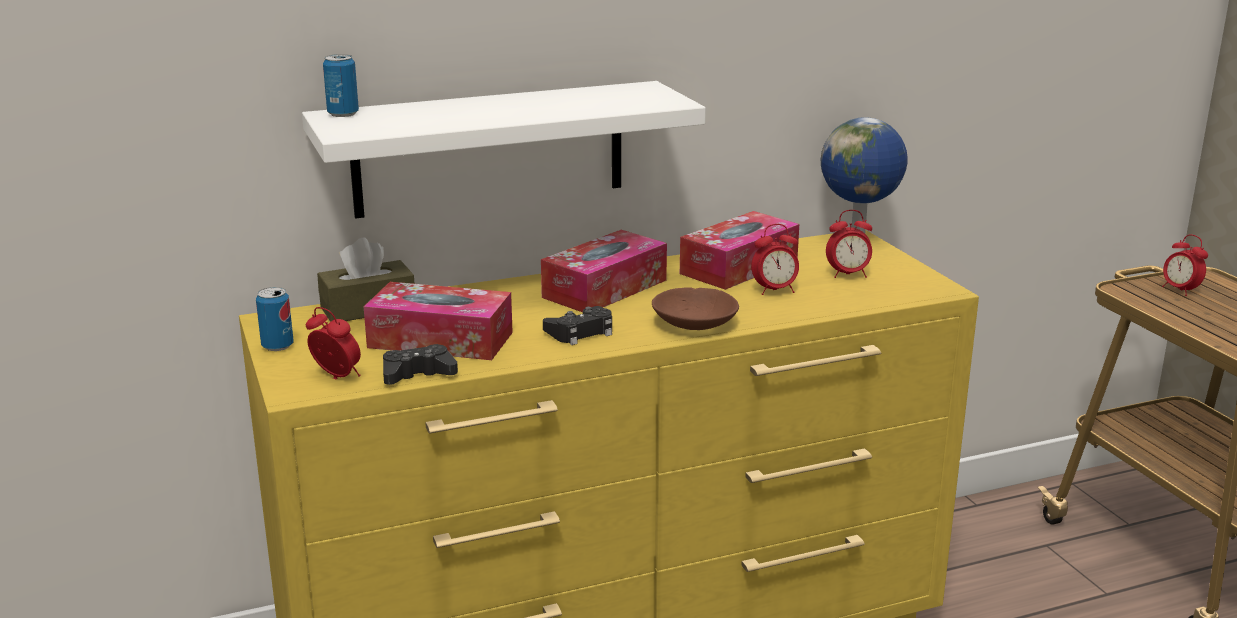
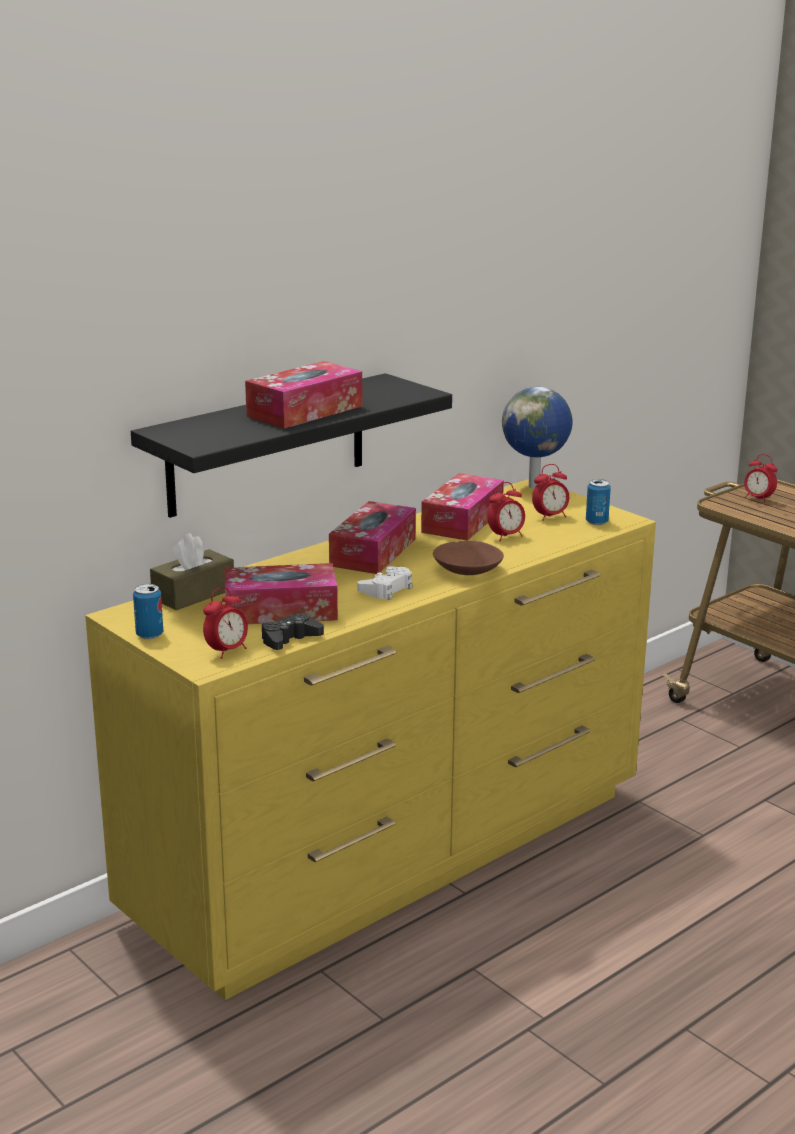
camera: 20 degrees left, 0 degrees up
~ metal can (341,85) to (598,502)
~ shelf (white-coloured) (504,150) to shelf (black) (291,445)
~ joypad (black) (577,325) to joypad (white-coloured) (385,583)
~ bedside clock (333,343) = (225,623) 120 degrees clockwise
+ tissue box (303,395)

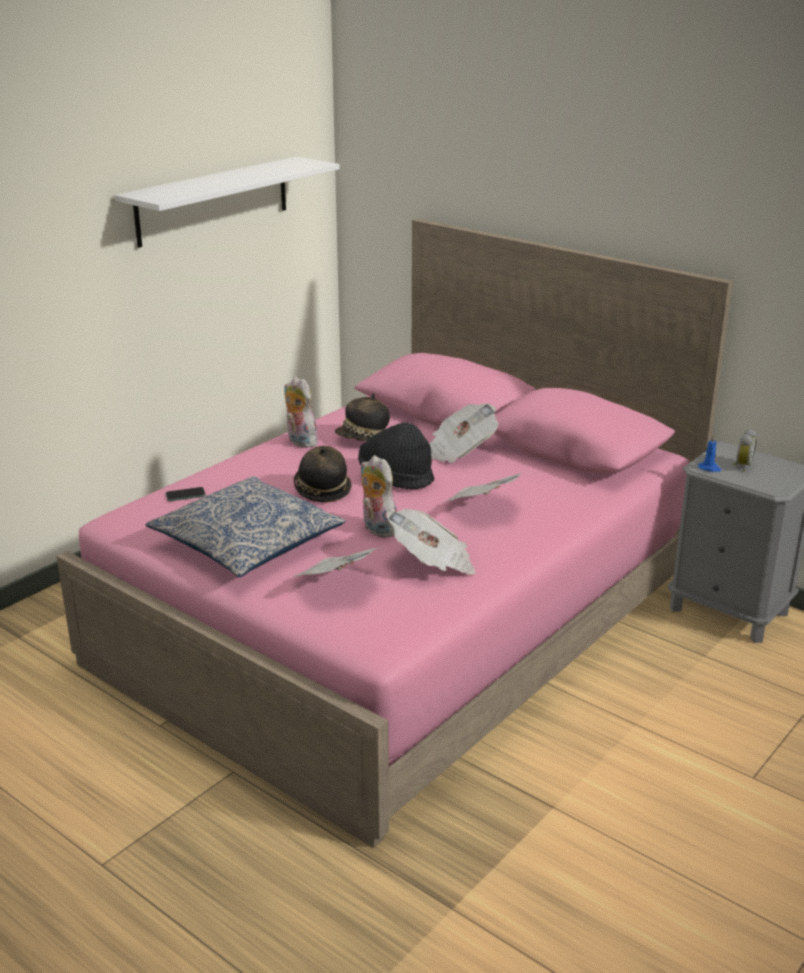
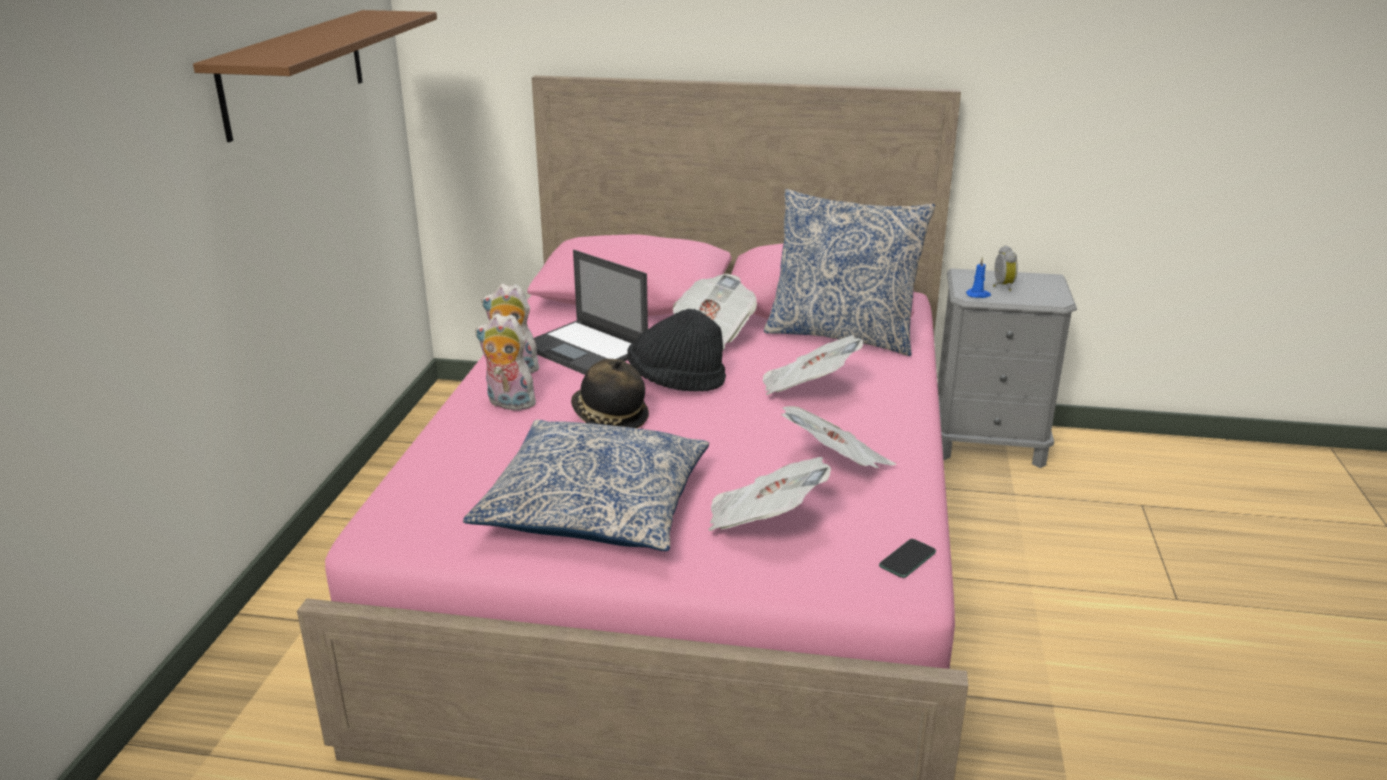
camera: 30 degrees left, 0 degrees up
~ shelf (white-coloured) (227,202) to shelf (brown-coloured) (315,76)
~ hat (362,417) to portable computer (591,312)
~ soft toy (379,496) to (505,362)
~ telephone (186,494) to (907,558)
+ throw pillow (849,272)

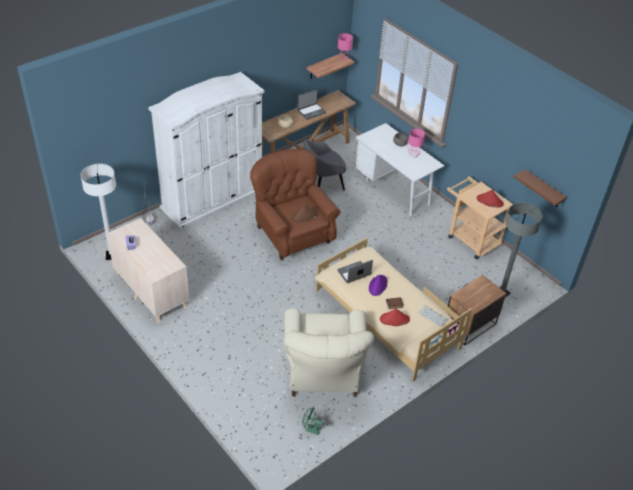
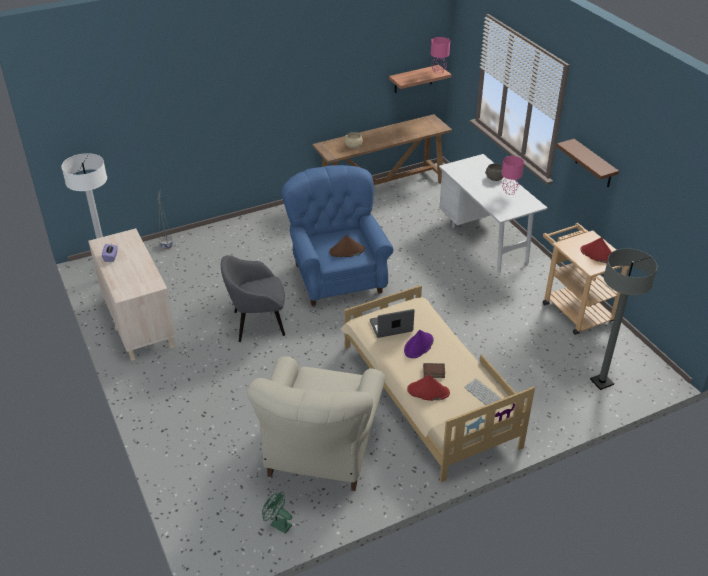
camera: 15 degrees right, 5 degrees down
- clothes cupboard (white-coloured) (206,150)
- portable computer (311,104)
~ lounge chair (gray) (325,164) to (253,298)
~ lounge chair (brown-coloured) (295,204) to lounge chair (blue-coloured) (338,235)
~ shelf (brown-coloured) (540,188) to (587,163)
- night table (476,310)

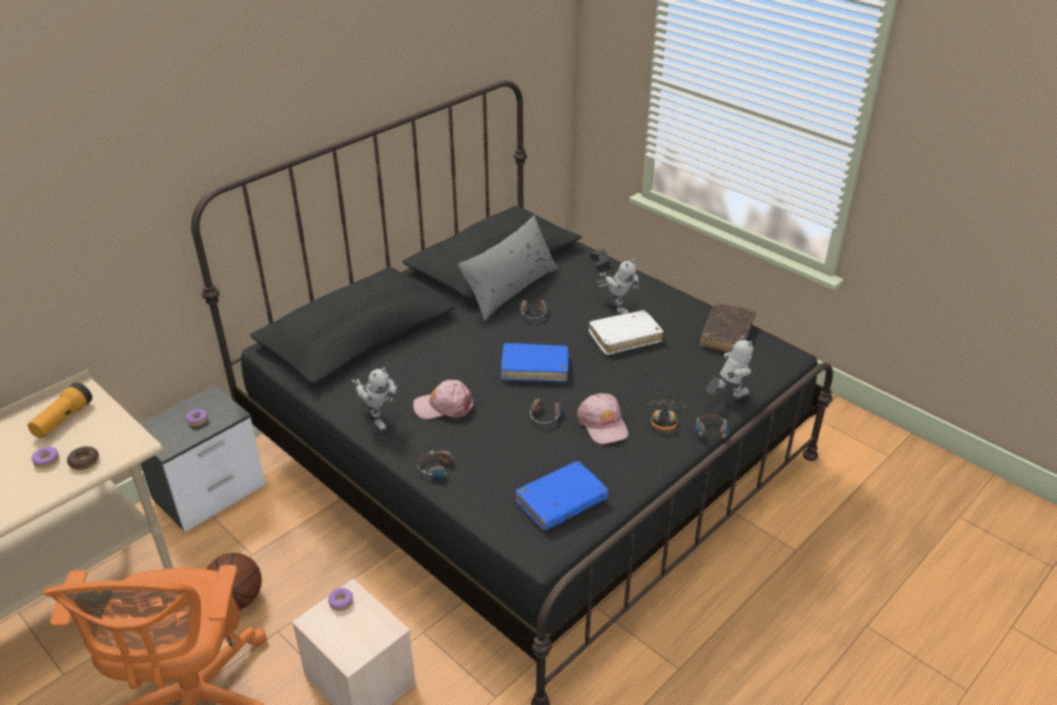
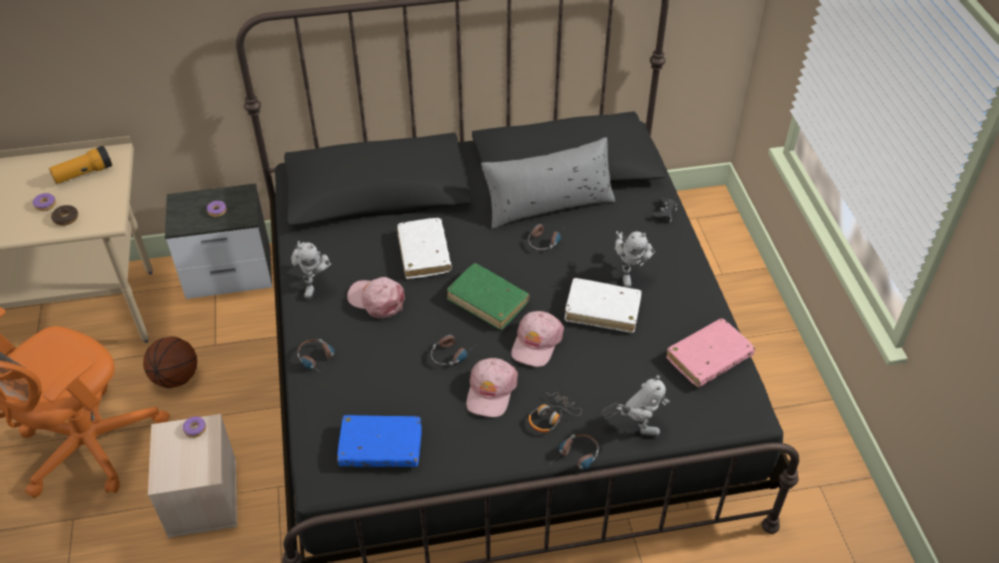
camera: 35 degrees right, 10 degrees up
~ volume (brown-coloured) (728,327) to volume (pink-coloured) (710,352)
~ volume (blue-coloured) (534,362) to volume (green) (488,296)
+ volume (white-coloured) (424,248)
+ peaked cap (pink-coloured) (537,339)

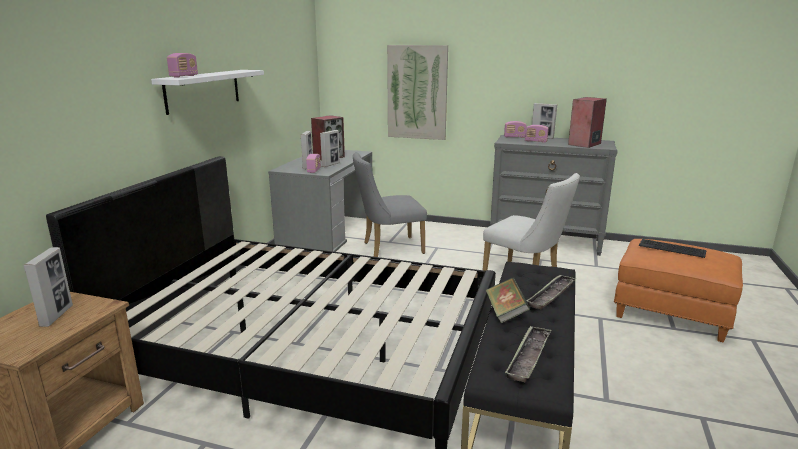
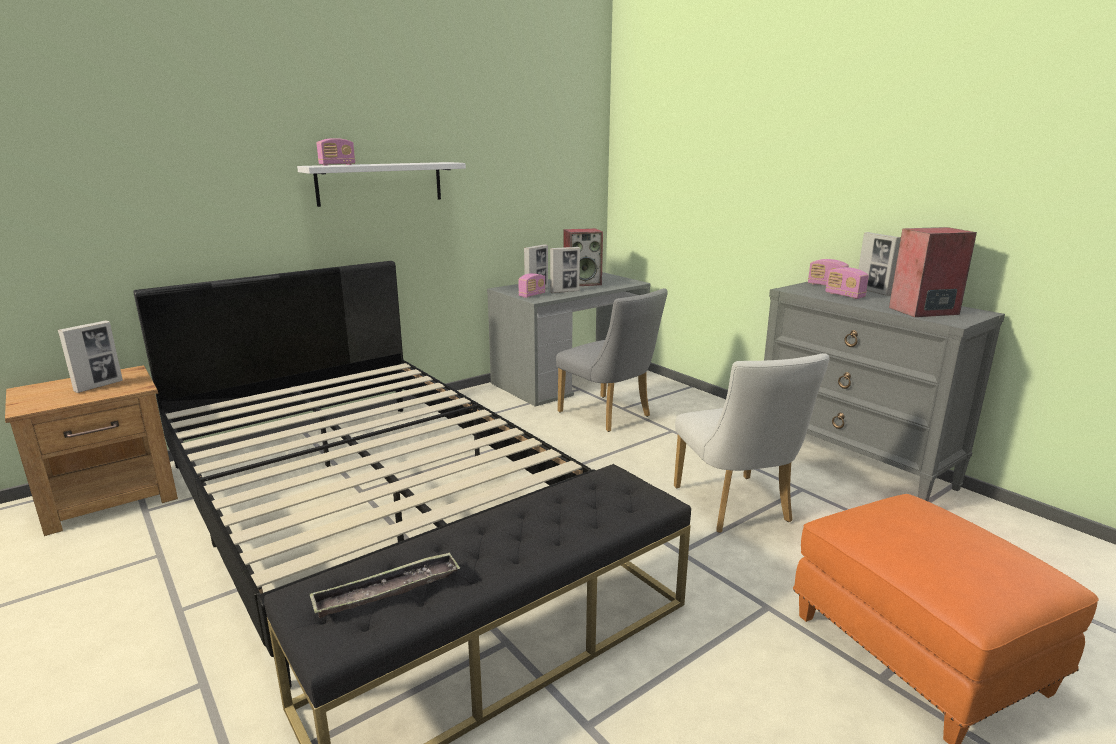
camera: 35 degrees right, 0 degrees up
- wall picture (417,92)
~ upright chair (gray) (390,204) = (612,360) 150 degrees counterclockwise
- PC keyboard (672,248)
- serving tray (551,292)
- volume (508,300)

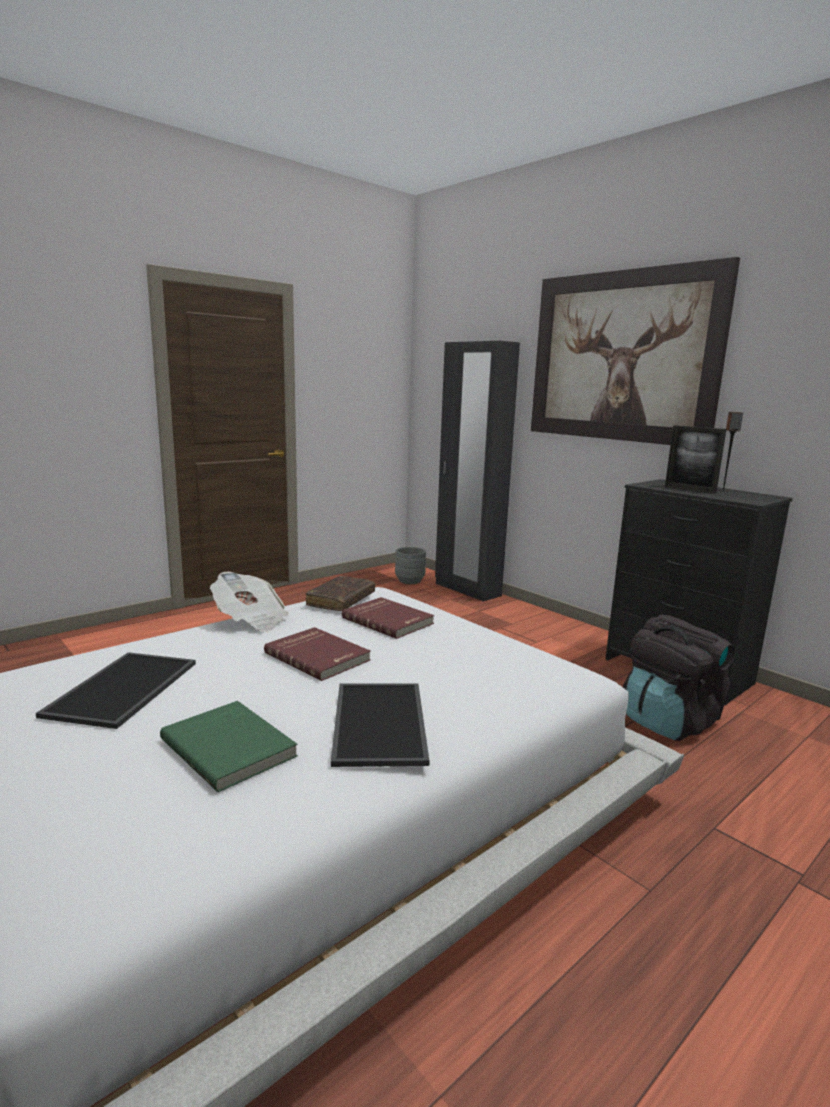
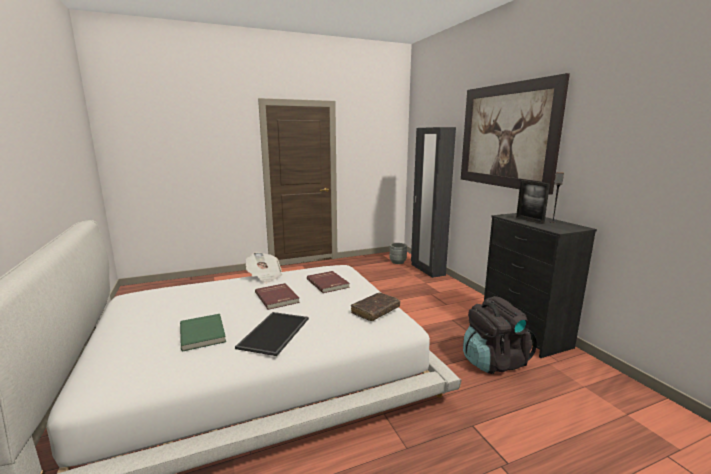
camera: 20 degrees right, 0 degrees up
~ volume (brown-coloured) (340,593) to (375,306)
- serving tray (116,690)

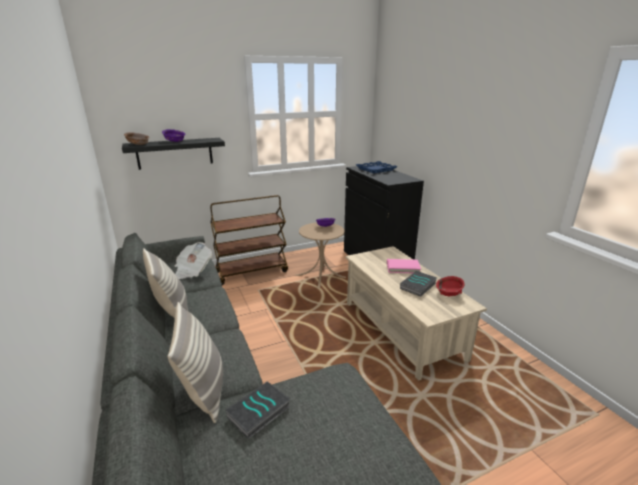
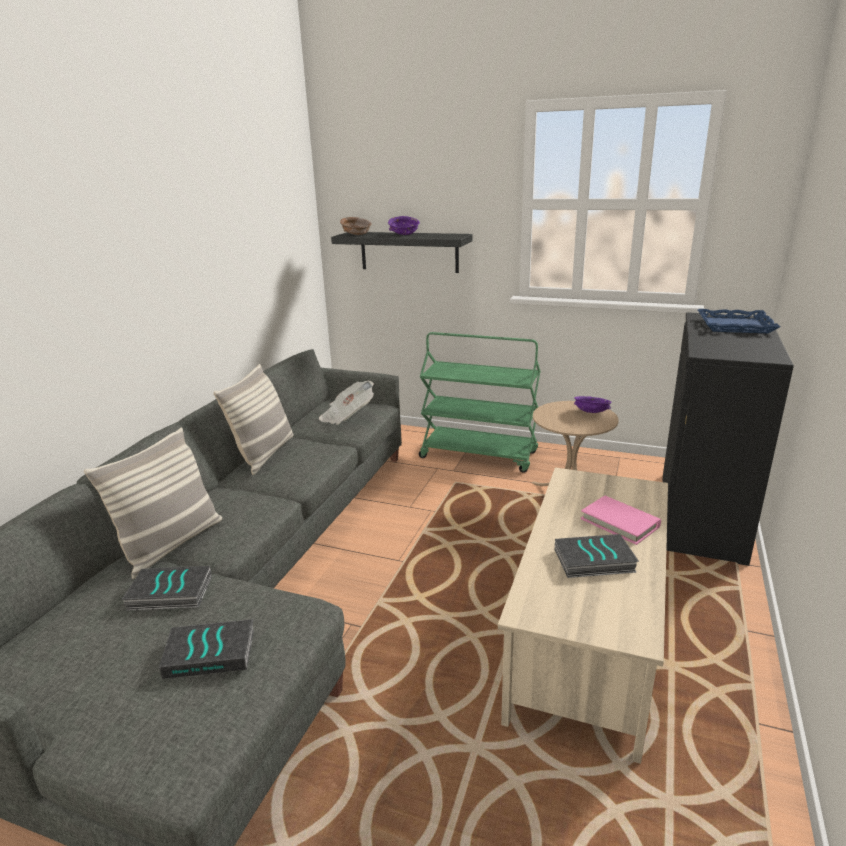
camera: 45 degrees right, 0 degrees up
~ wheeled cart (brown-coloured) (249,240) to wheeled cart (green) (479,402)
- deep dish (red-coloured) (450,286)
+ volume (206,649)

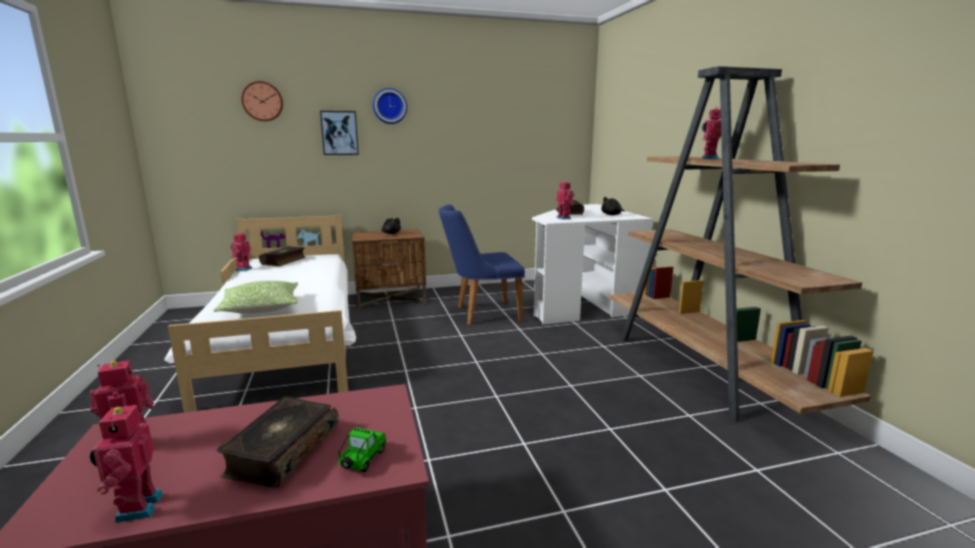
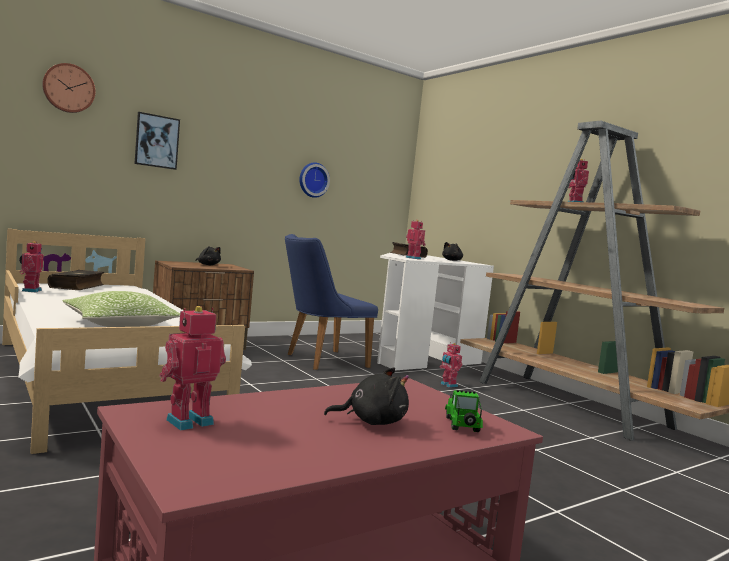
camera: 20 degrees left, 10 degrees down
~ hanging clock (390,106) to (314,180)
~ volume (277,442) to soft toy (black) (366,396)
~ robot figure (126,462) to (451,365)

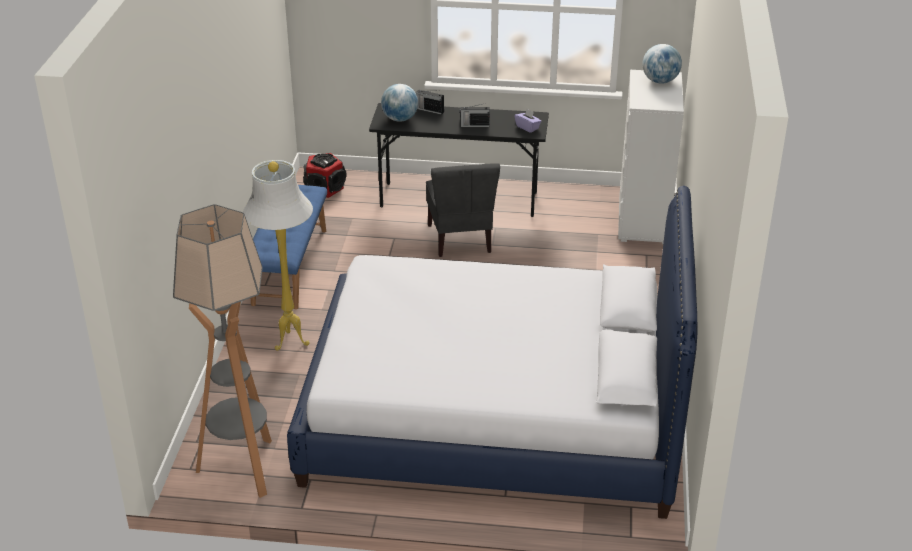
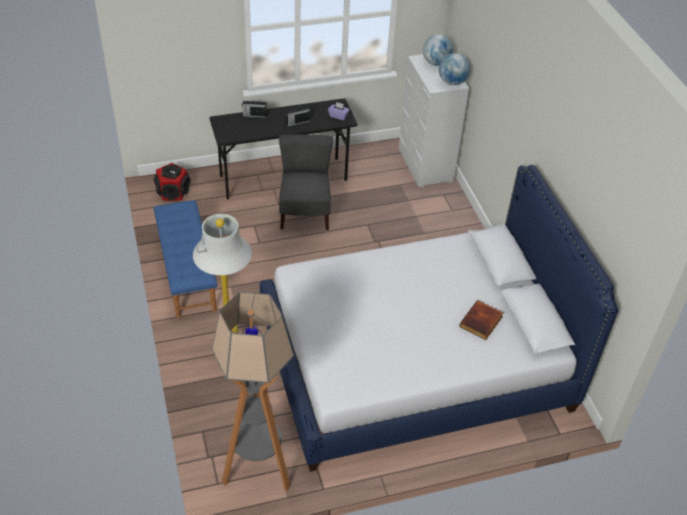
camera: 25 degrees left, 10 degrees up
~ globe (399,103) to (454,69)
~ upright chair (gray) (463,210) = (306,182) 150 degrees counterclockwise
+ volume (481,320)

